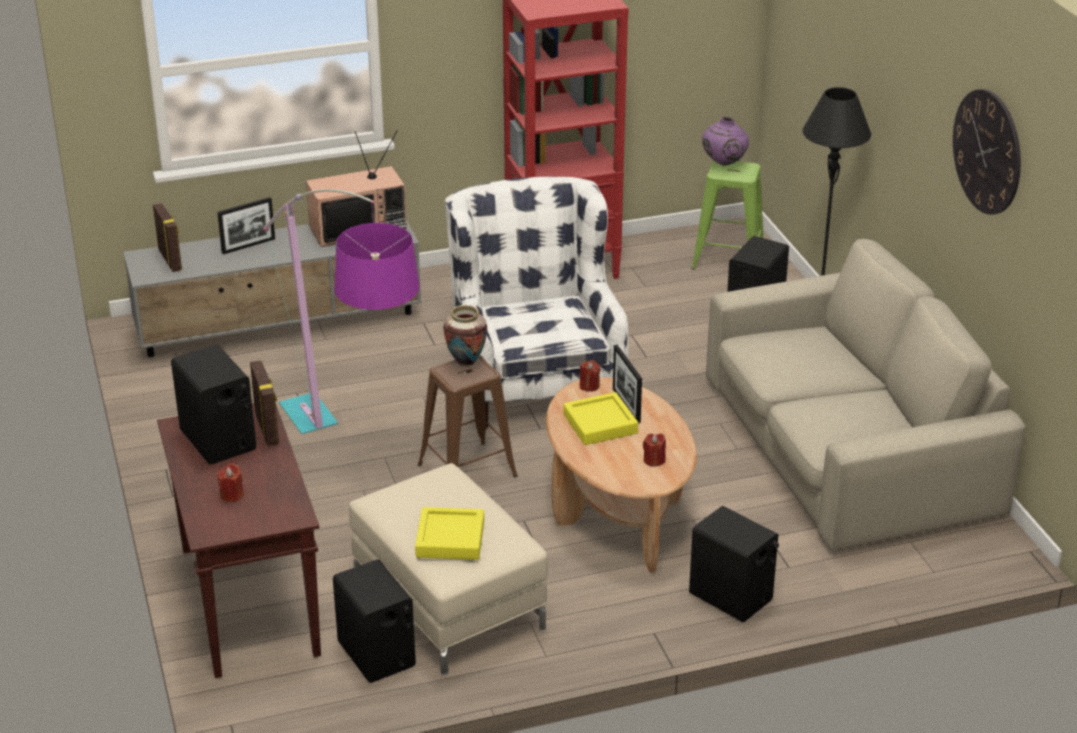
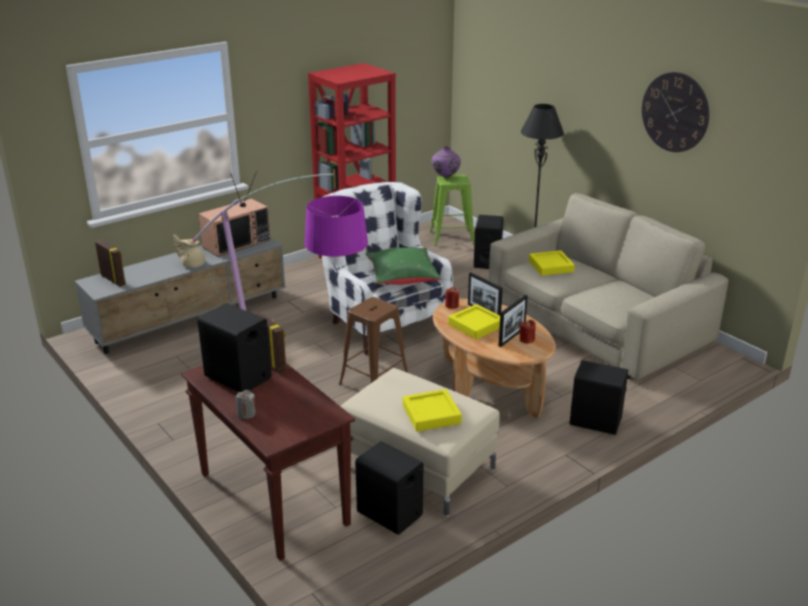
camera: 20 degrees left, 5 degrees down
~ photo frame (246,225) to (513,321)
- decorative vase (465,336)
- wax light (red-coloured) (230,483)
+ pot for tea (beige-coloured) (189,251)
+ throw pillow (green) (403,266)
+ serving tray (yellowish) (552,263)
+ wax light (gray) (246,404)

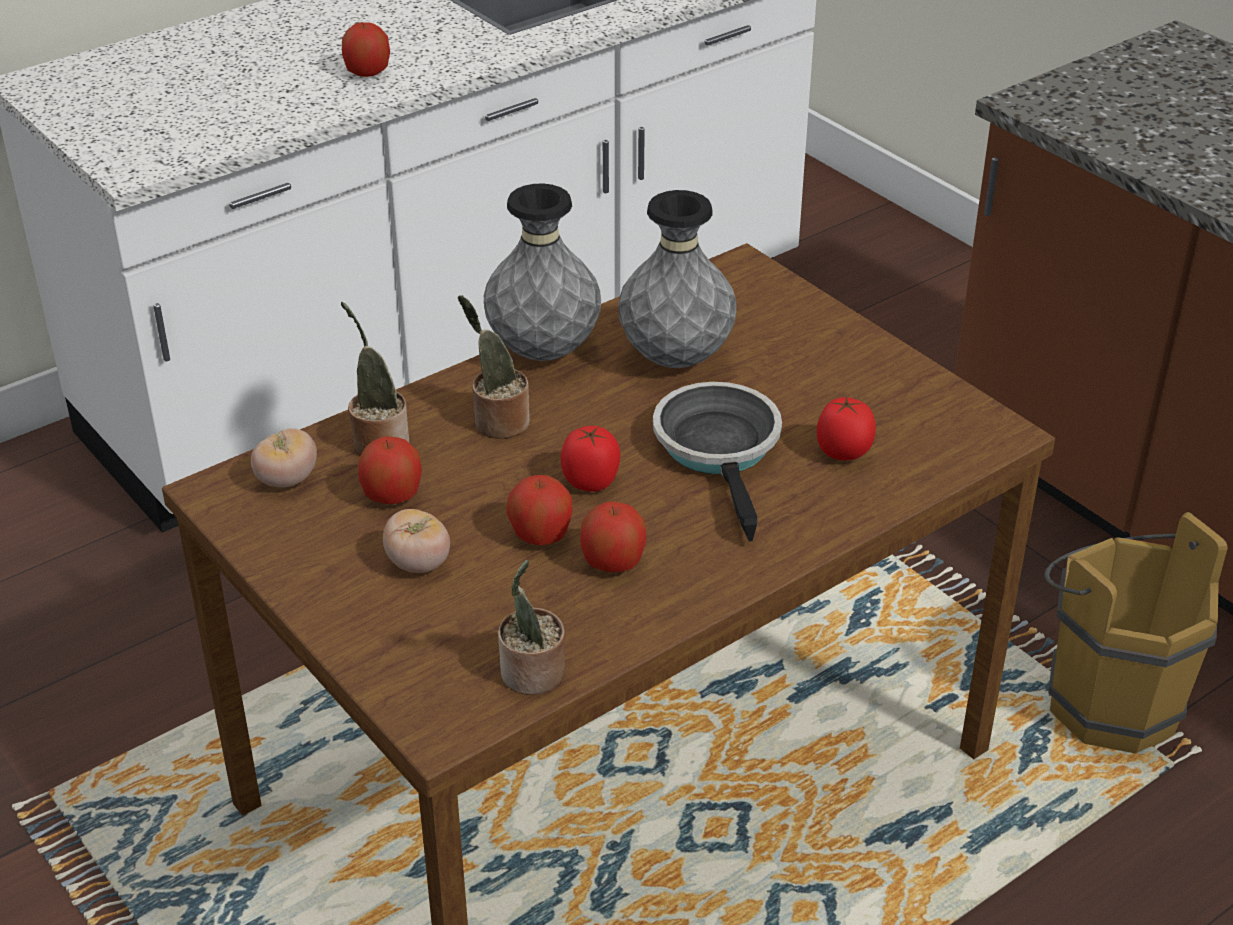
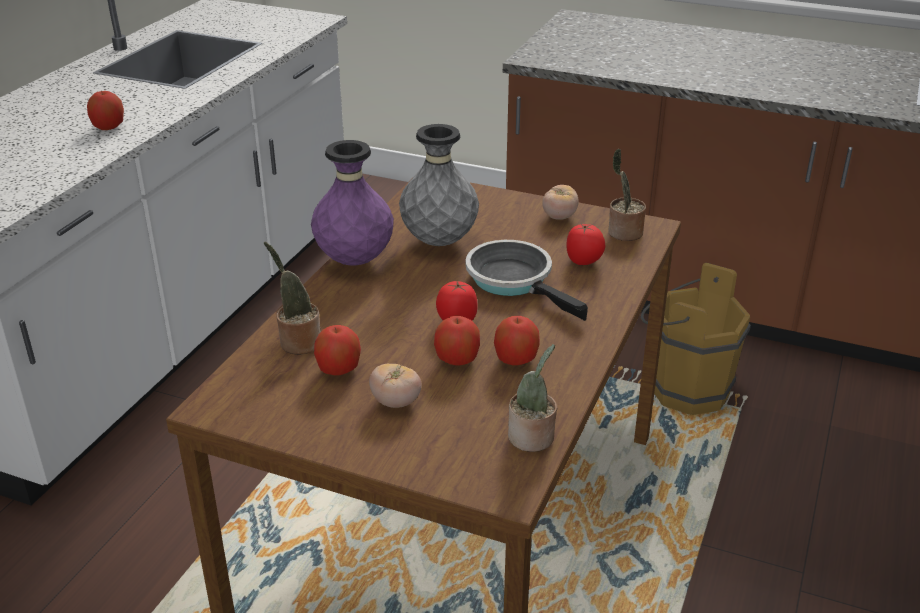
camera: 30 degrees left, 5 degrees down
~ decorative vase (gray) (542,272) to decorative vase (purple) (352,202)
~ houseplant (494,367) to (627,195)
~ tomato (284,457) to (560,202)

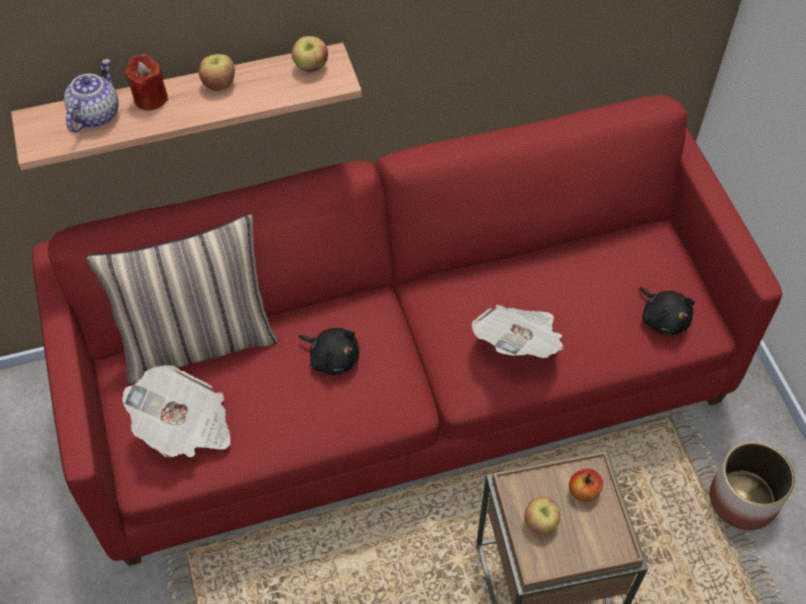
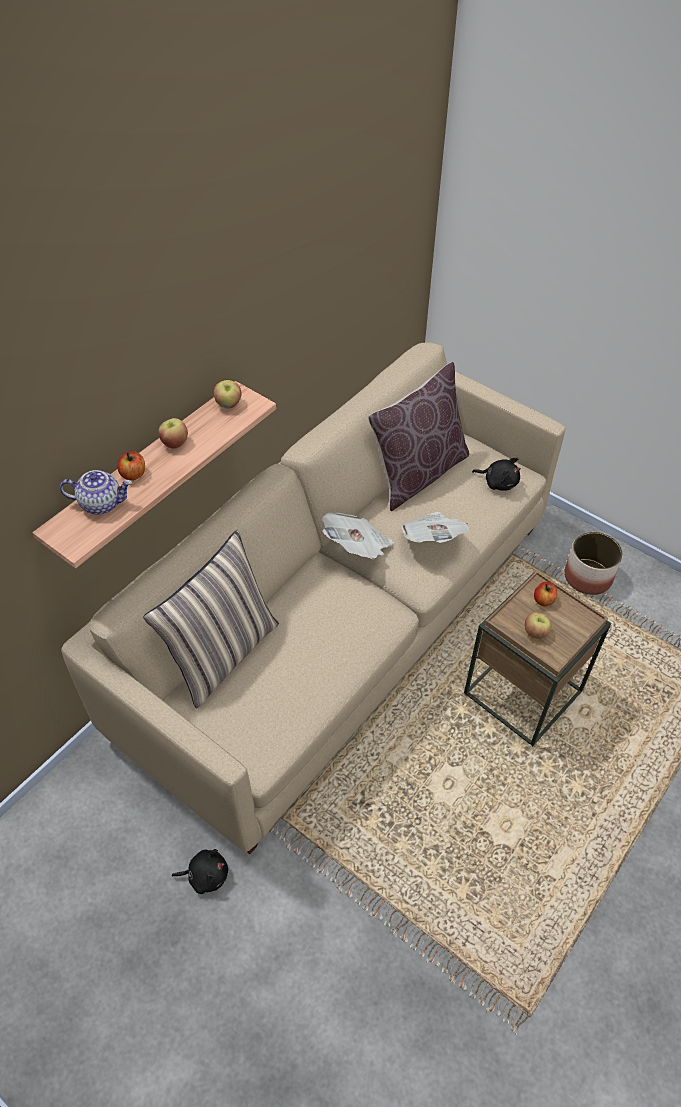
camera: 35 degrees left, 5 degrees down
~ wax light (red-coloured) (146,82) to whole apple (131,465)
~ pot for tea (91,95) = (96,492) 105 degrees clockwise
~ settee (red-coloured) (407,330) to settee (beige-coloured) (313,598)
~ soft toy (black) (328,351) to (200,871)
~ newspaper (176,411) to (358,535)
+ throw pillow (brown-coloured) (418,436)

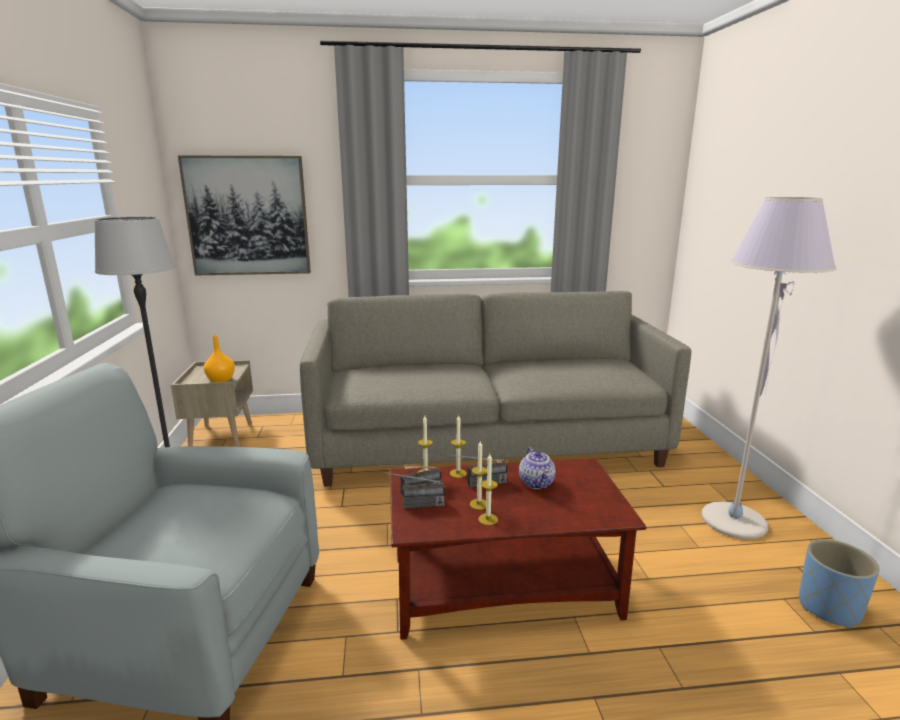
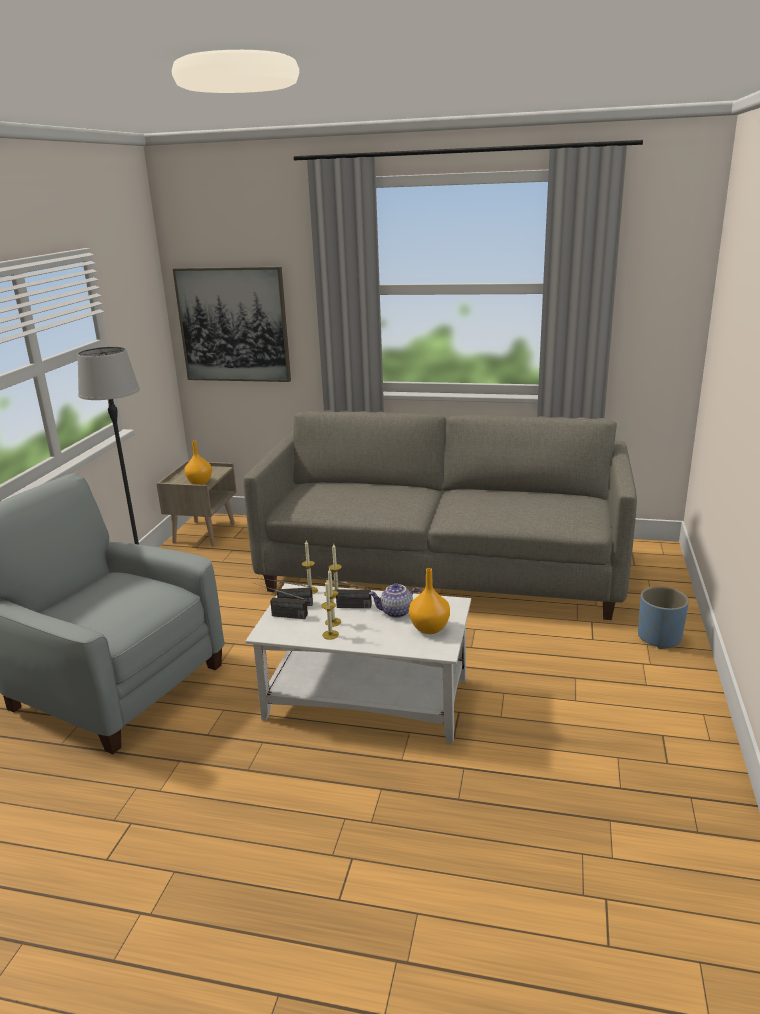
camera: 20 degrees right, 5 degrees up
- standing lamp (gray) (769,368)
~ pot for tea (537,468) = (395,600) 75 degrees clockwise
~ low table (brown-coloured) (518,549) to low table (white-coloured) (358,663)
~ plant pot (blue-coloured) (839,583) to (663,617)
+ decorative vase (orange-coloured) (429,601)

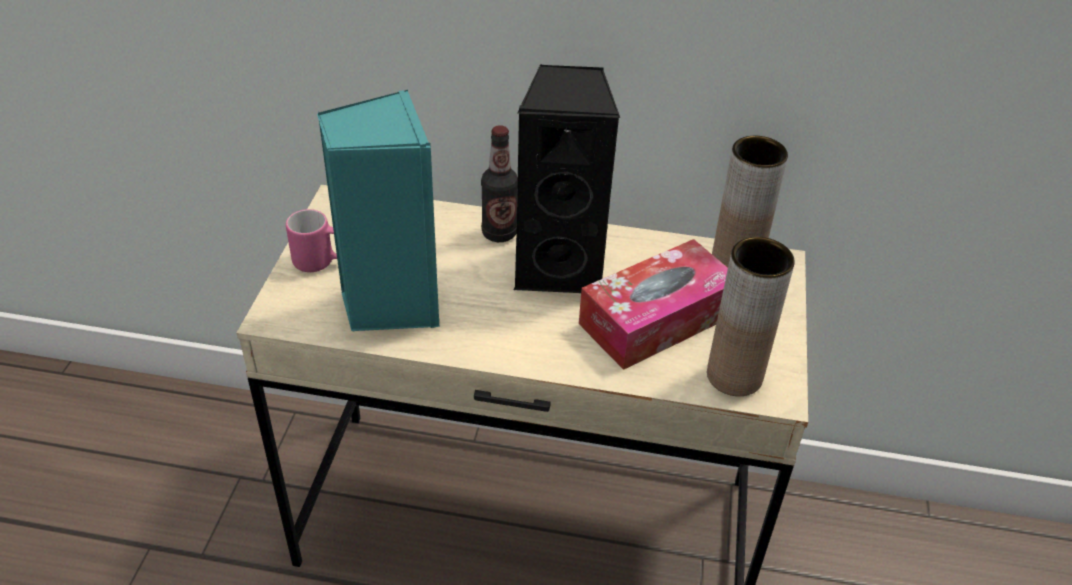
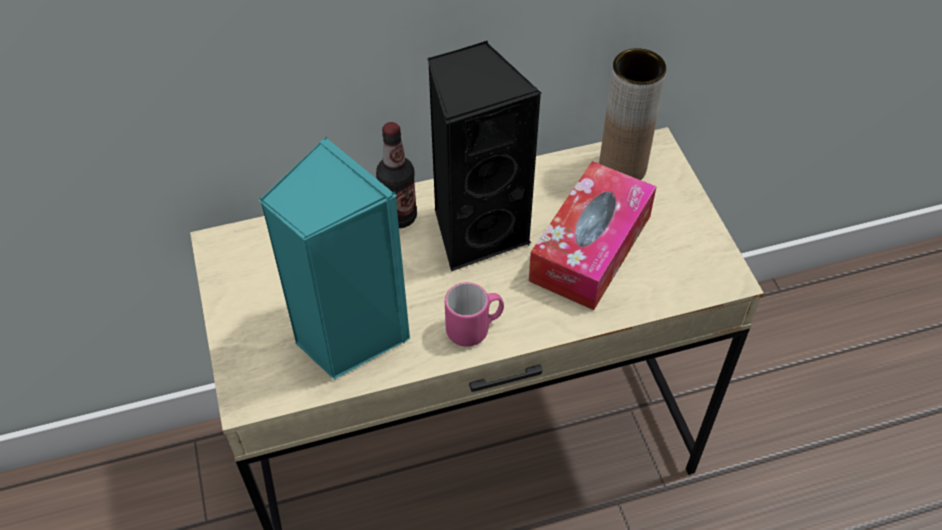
camera: 25 degrees left, 10 degrees up
~ coffee mug (pink-coloured) (311,240) to (474,314)
- decorative vase (brown-coloured) (751,316)

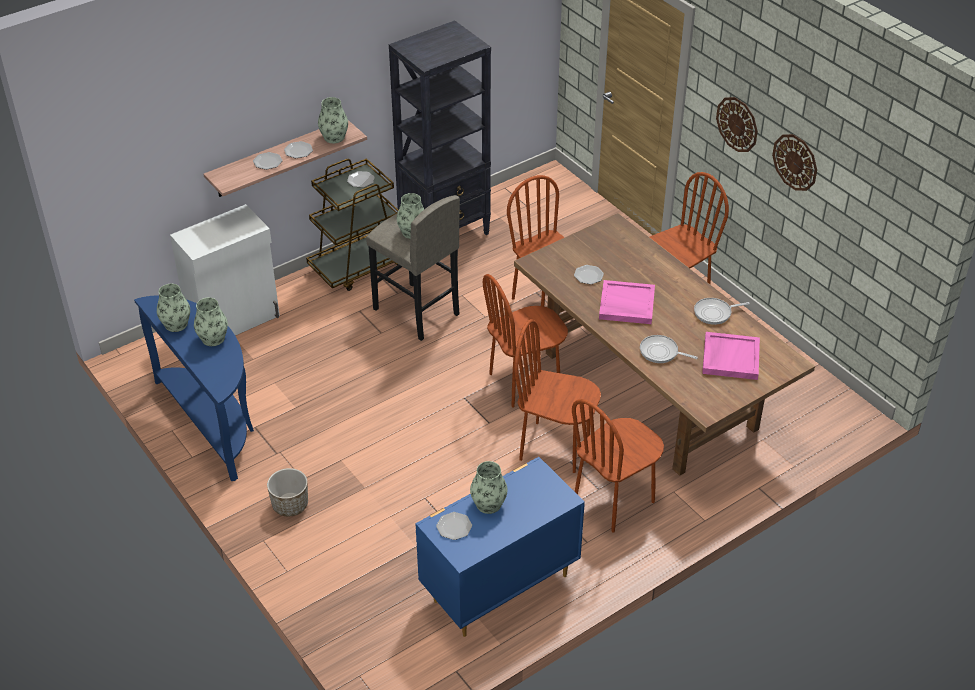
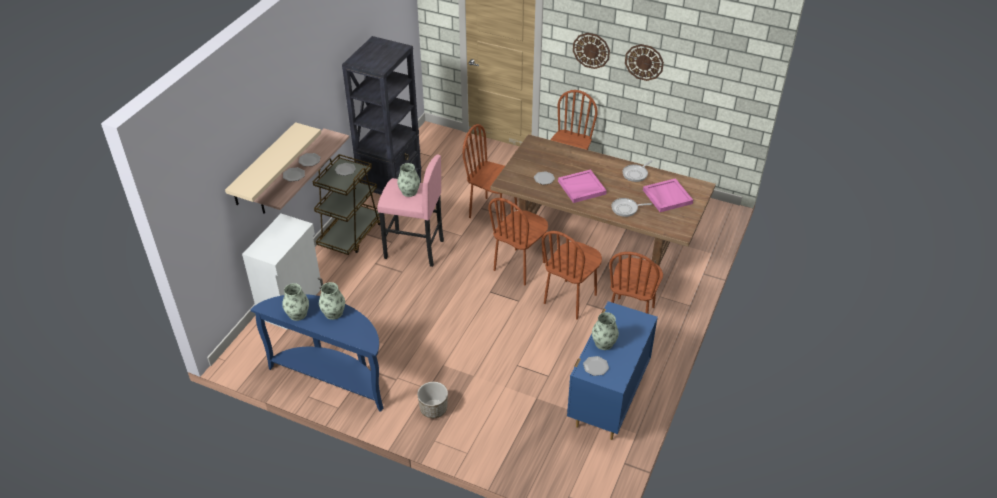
camera: 30 degrees left, 0 degrees up
- decorative vase (333,120)
~ stool (gray) (413,268) to stool (pink-coloured) (410,211)
~ upright chair (brown-coloured) (557,396) = (572,275) 45 degrees counterclockwise
+ shelf (beige-coloured) (273,163)

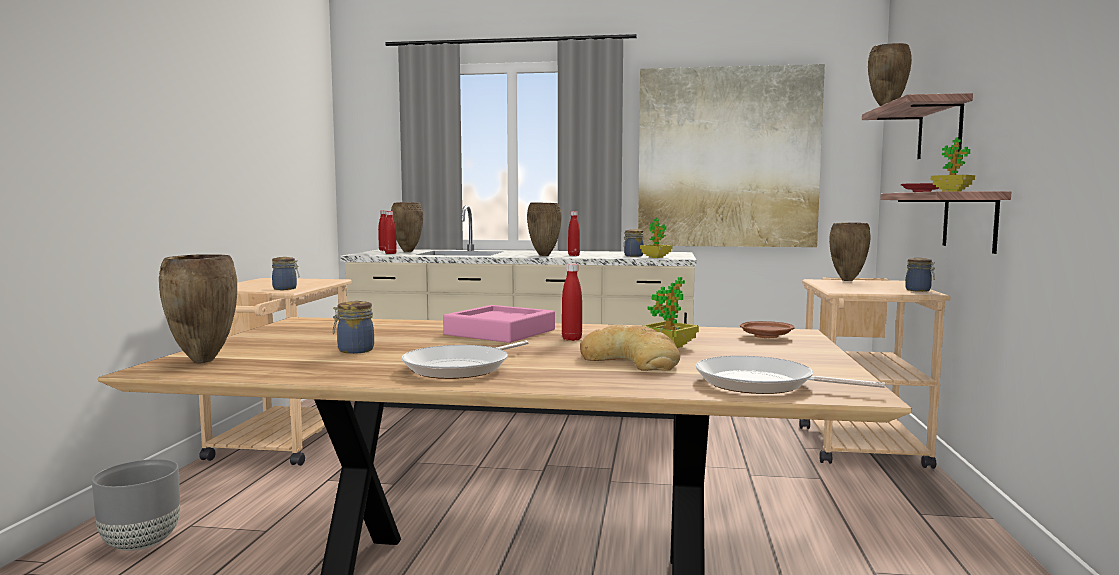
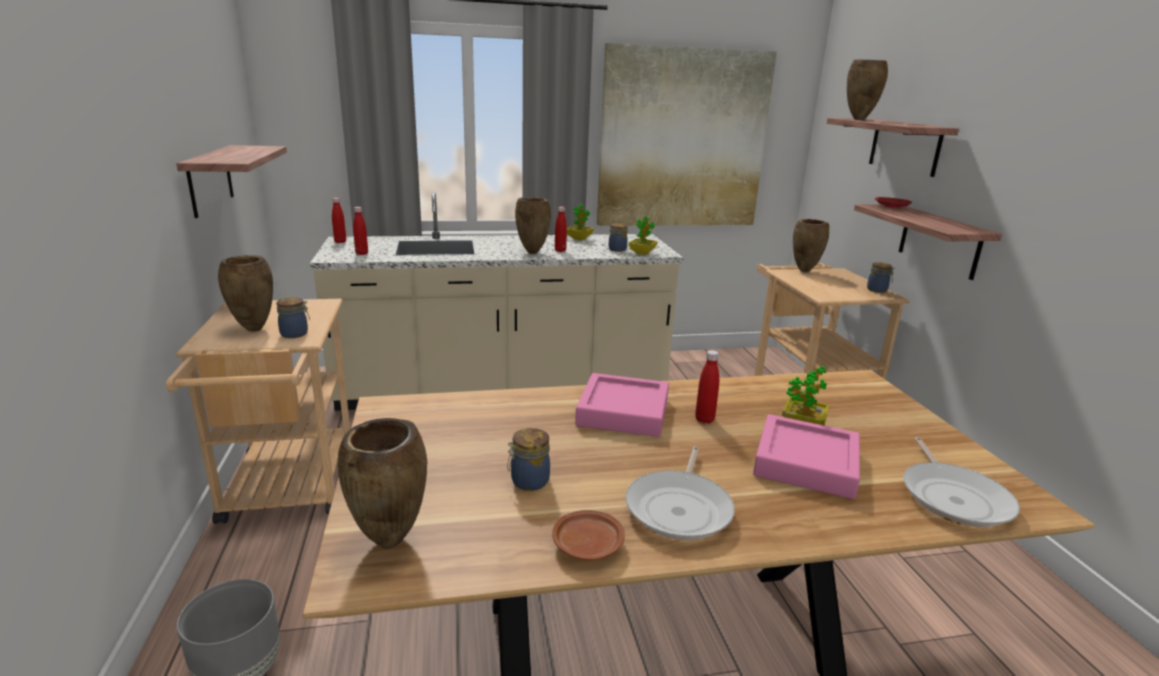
camera: 20 degrees left, 15 degrees up
~ houseplant (953,164) to (580,222)
~ decorative vase (brown-coloured) (407,227) to (245,293)
~ plate (brown-coloured) (767,329) to (588,535)
~ bread (630,348) to serving tray (pink-coloured) (806,456)
~ skillet (790,375) = (962,482) 90 degrees counterclockwise
+ shelf (231,181)

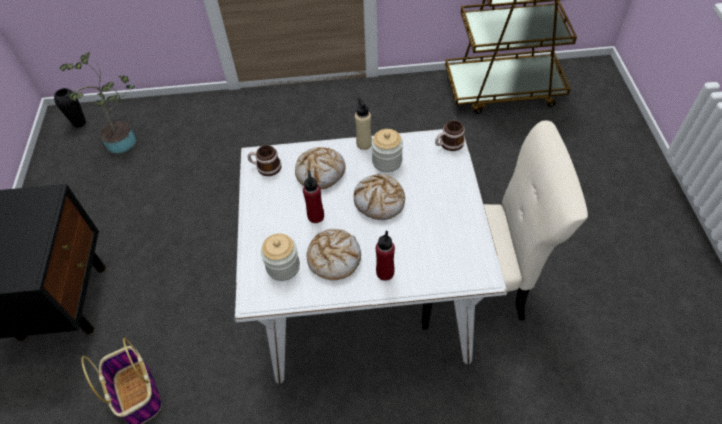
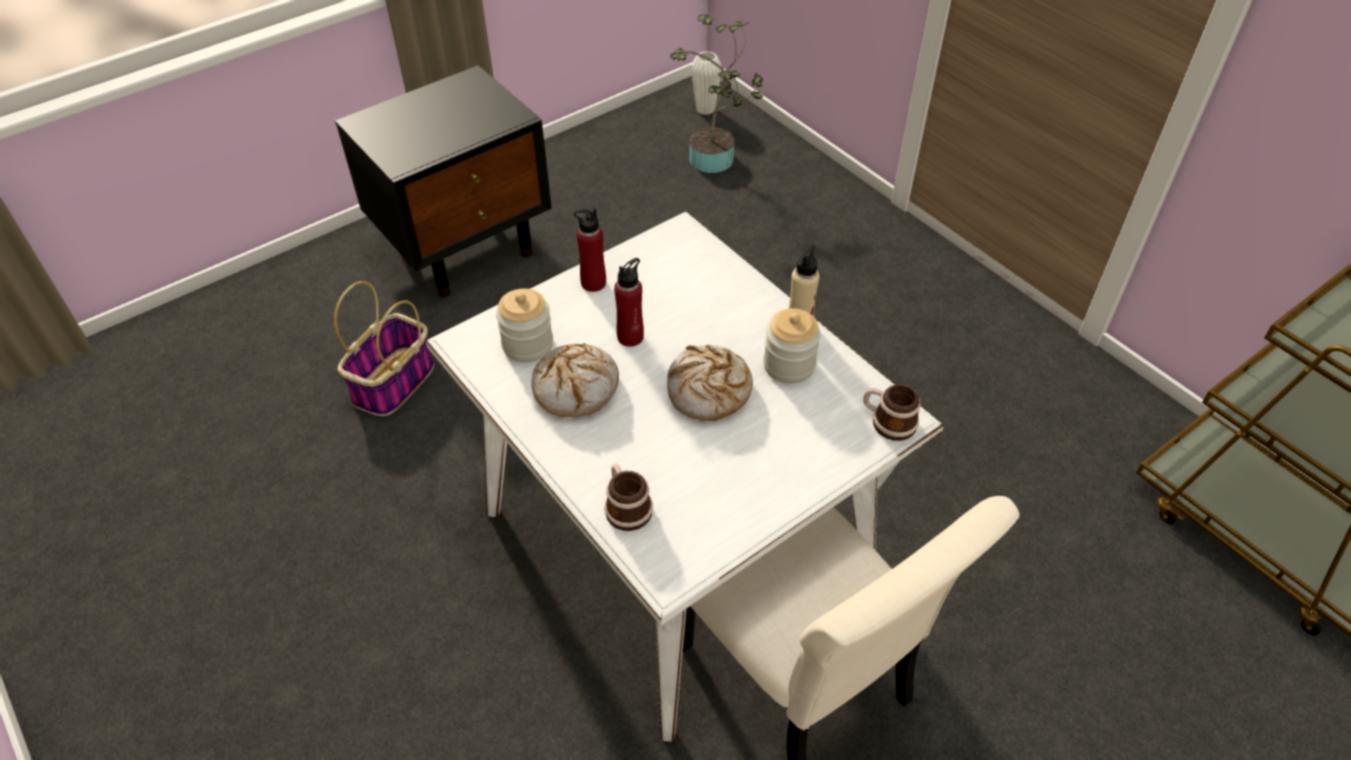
camera: 55 degrees right, 5 degrees down
~ decorative vase (black) (70,108) to decorative vase (white-coloured) (706,83)
~ coffee mug (264,160) to (628,497)
- bread (320,168)
~ bottle (red-coloured) (385,256) to (590,250)

